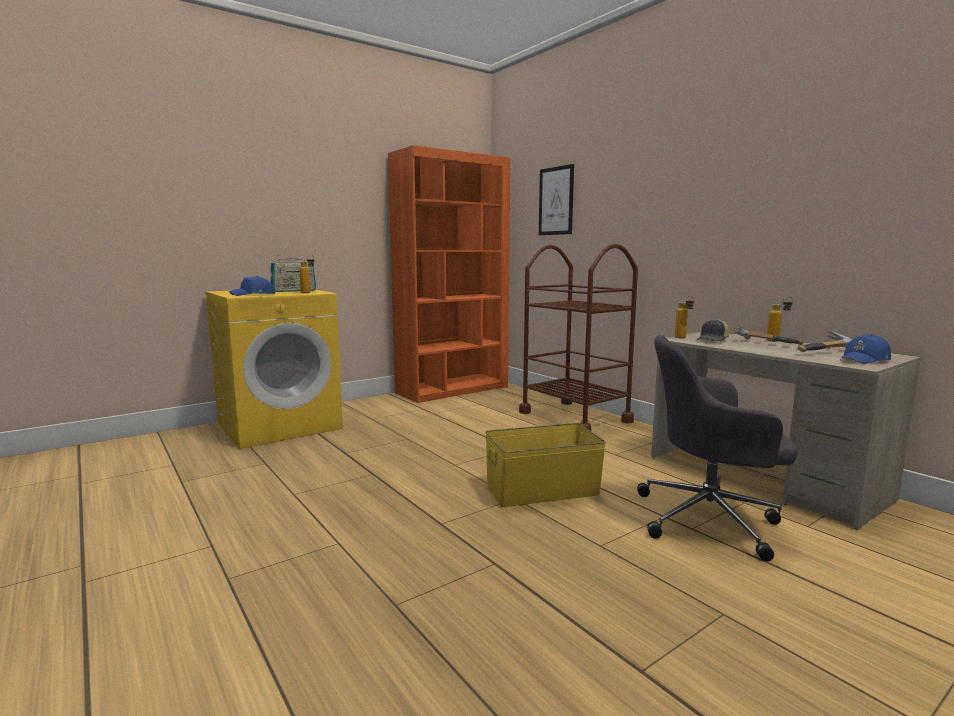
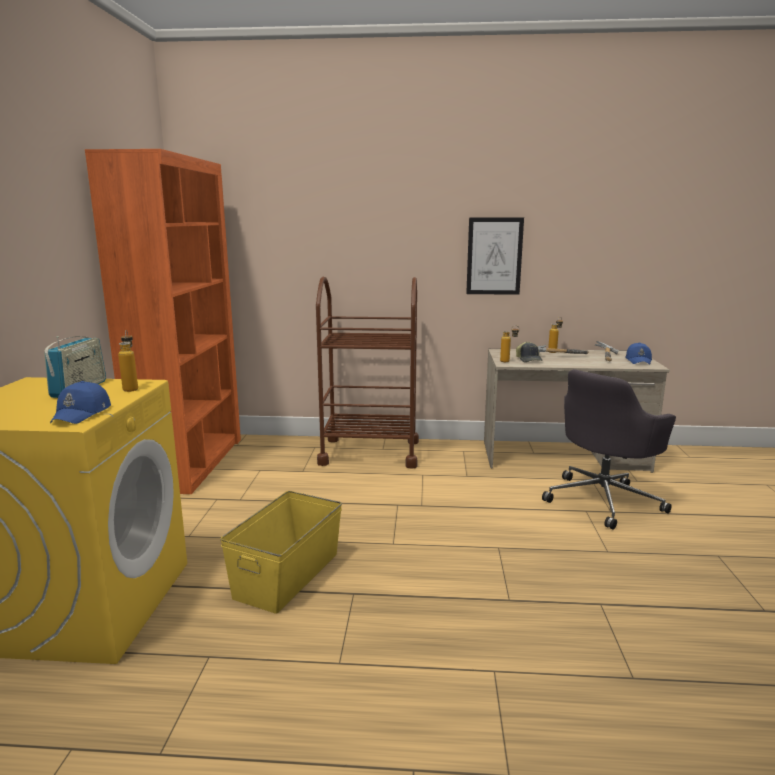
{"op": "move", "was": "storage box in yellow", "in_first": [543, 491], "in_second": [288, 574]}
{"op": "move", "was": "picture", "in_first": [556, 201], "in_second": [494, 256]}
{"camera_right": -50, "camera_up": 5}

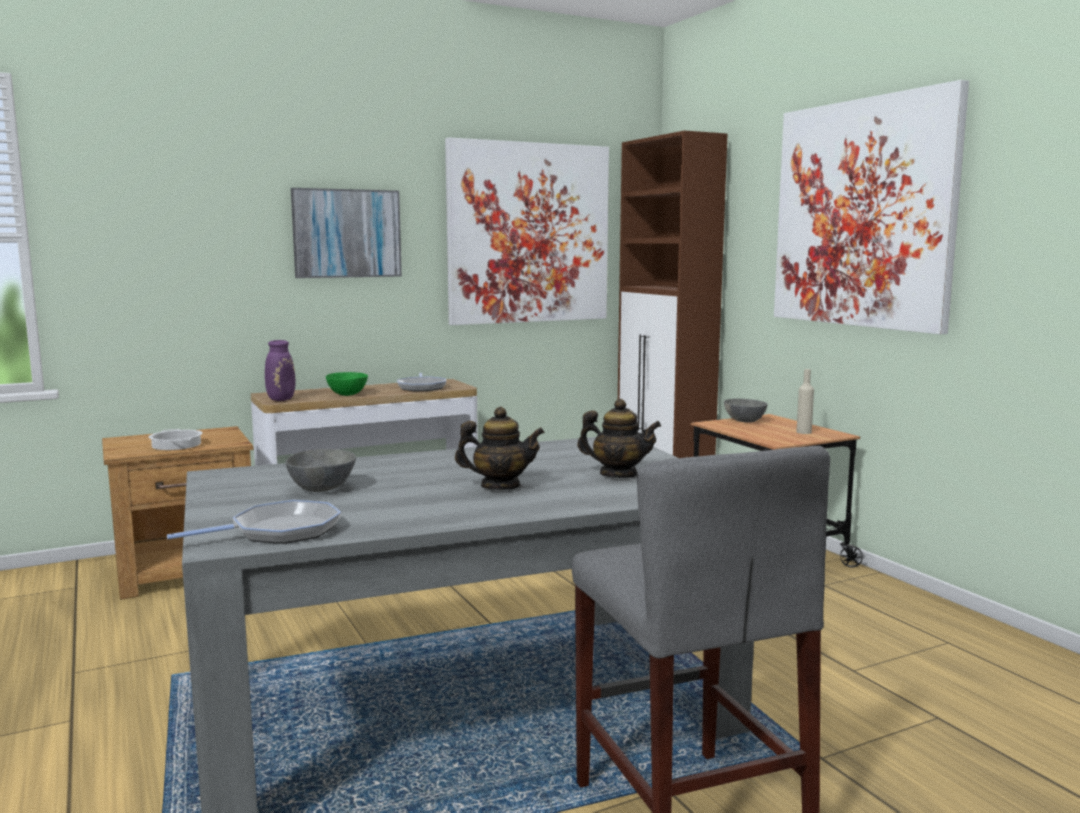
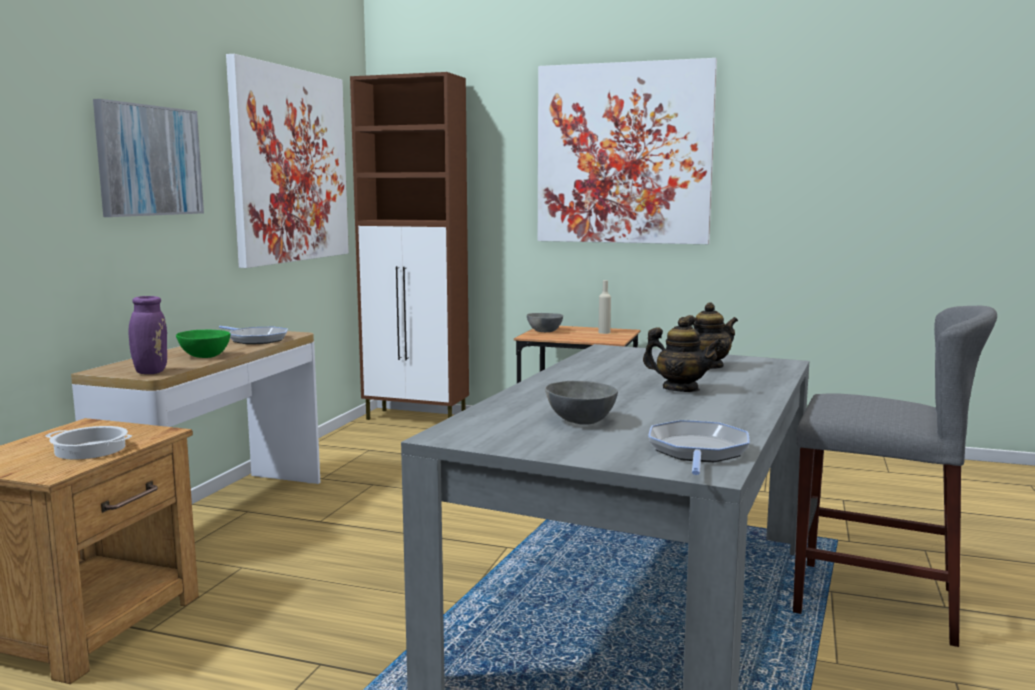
{"op": "rotate", "was": "teapot", "in_first": [500, 486], "in_second": [680, 389], "clockwise": 75}
{"camera_right": -45, "camera_up": 0}

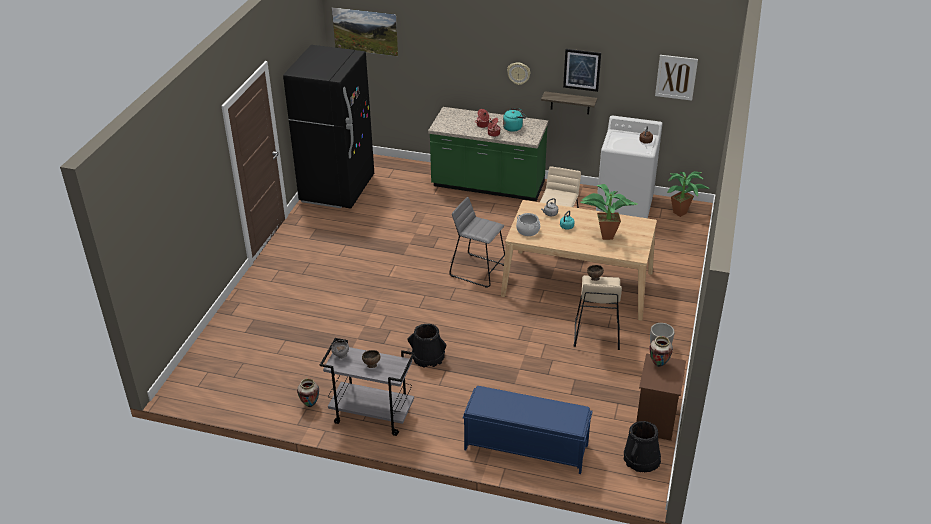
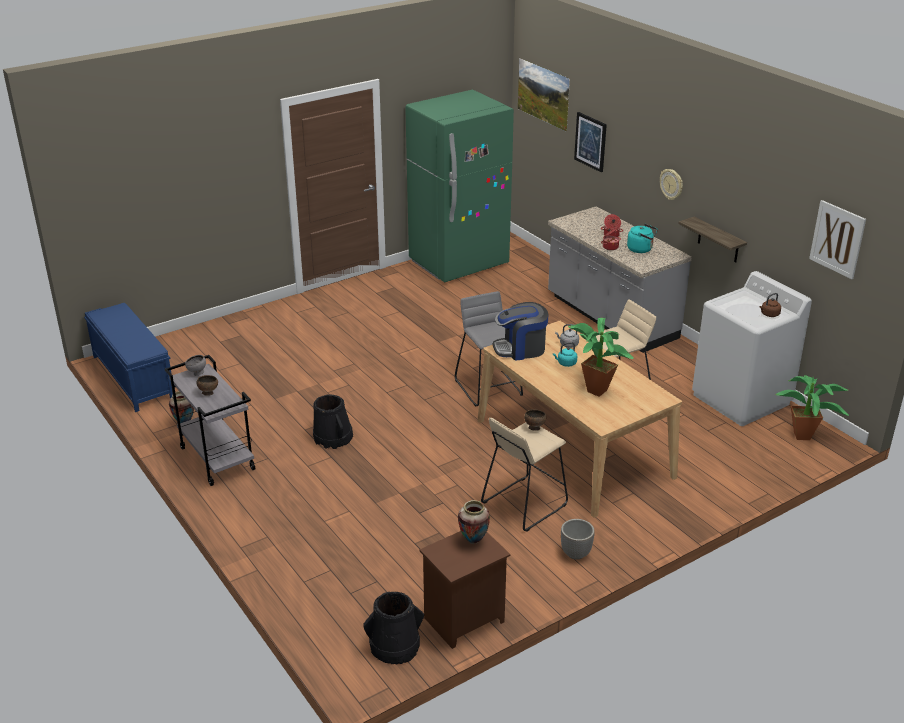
{"op": "move", "was": "bench in blue", "in_first": [525, 447], "in_second": [133, 377]}
{"op": "recolor", "was": "fridge in black", "now": "fridge in green", "in_first": [337, 189], "in_second": [459, 263]}
{"op": "replace", "was": "cooking pot", "now": "coffee machine", "in_first": [528, 230], "in_second": [520, 349]}
{"op": "recolor", "was": "counter in green", "now": "counter in grey", "in_first": [488, 186], "in_second": [610, 318]}
{"op": "move", "was": "picture", "in_first": [582, 69], "in_second": [590, 141]}
{"camera_right": 40, "camera_up": -5}

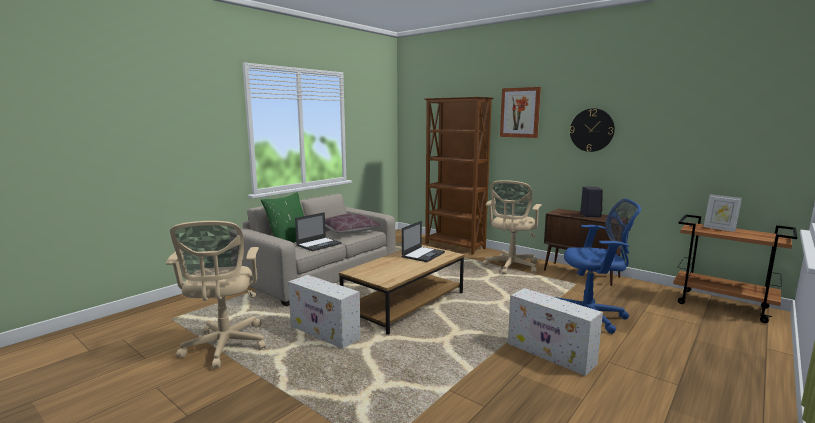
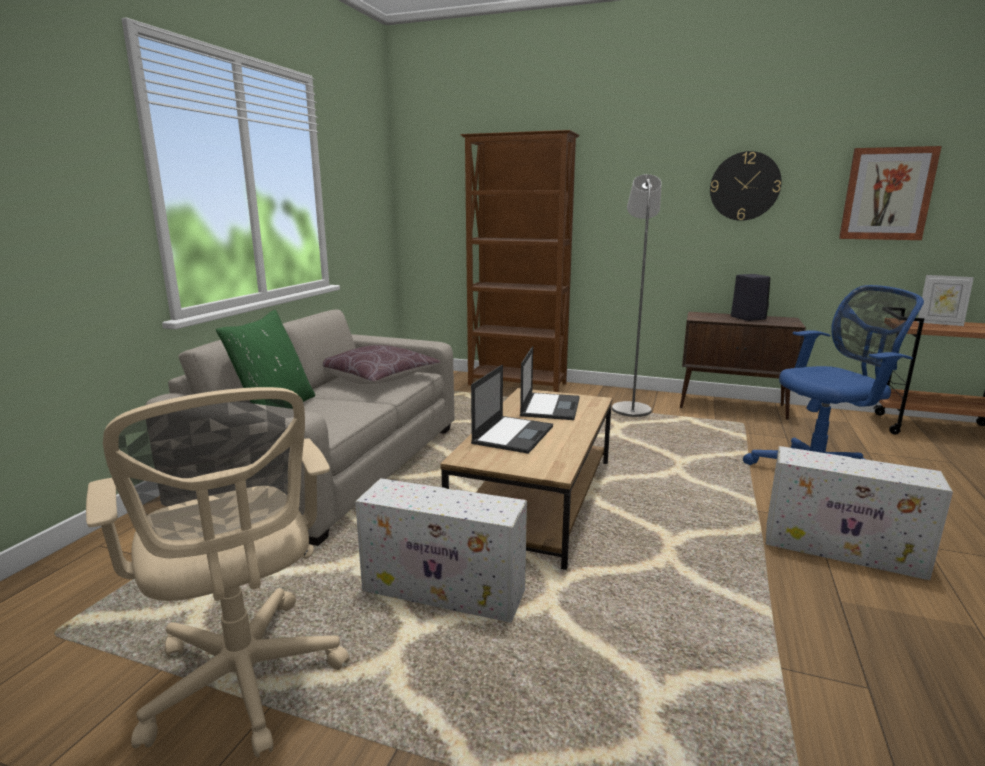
{"op": "move", "was": "laptop", "in_first": [319, 244], "in_second": [513, 434]}
{"op": "replace", "was": "office chair in beige", "now": "floor lamp in grey", "in_first": [511, 267], "in_second": [630, 408]}
{"op": "move", "was": "picture", "in_first": [520, 112], "in_second": [887, 194]}
{"camera_right": -20, "camera_up": 5}

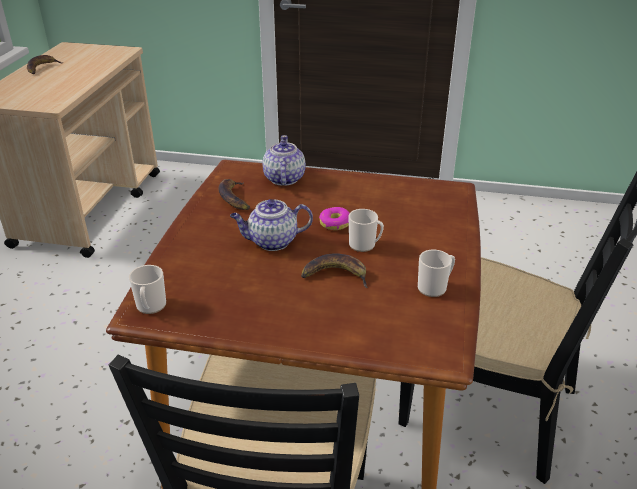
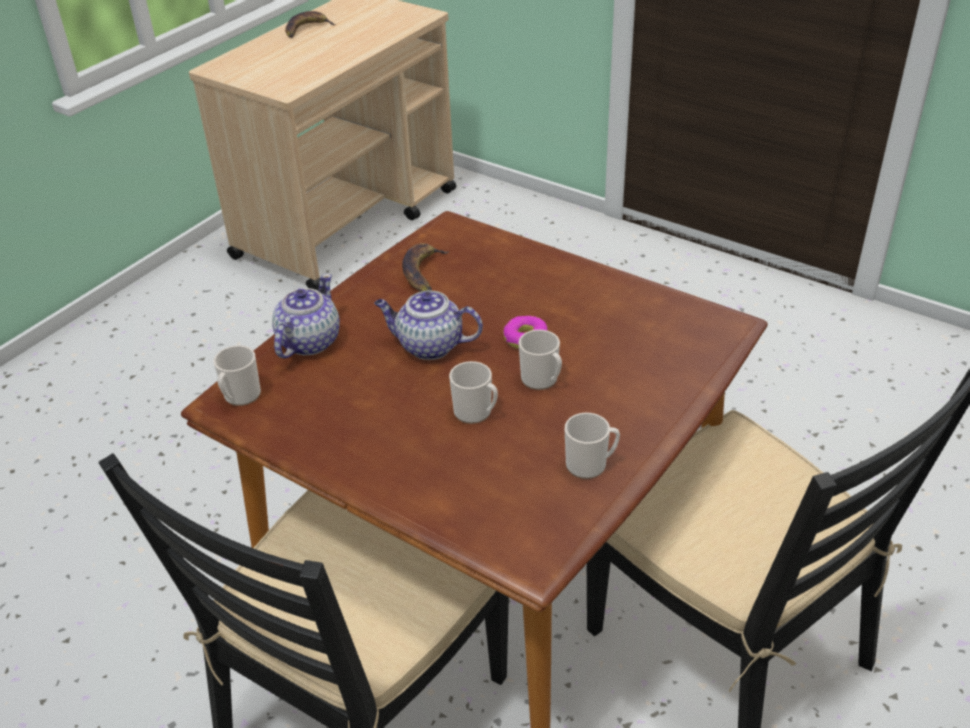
{"op": "move", "was": "teapot", "in_first": [283, 179], "in_second": [308, 342]}
{"op": "replace", "was": "banana", "now": "mug", "in_first": [335, 275], "in_second": [476, 413]}
{"camera_right": 25, "camera_up": 5}

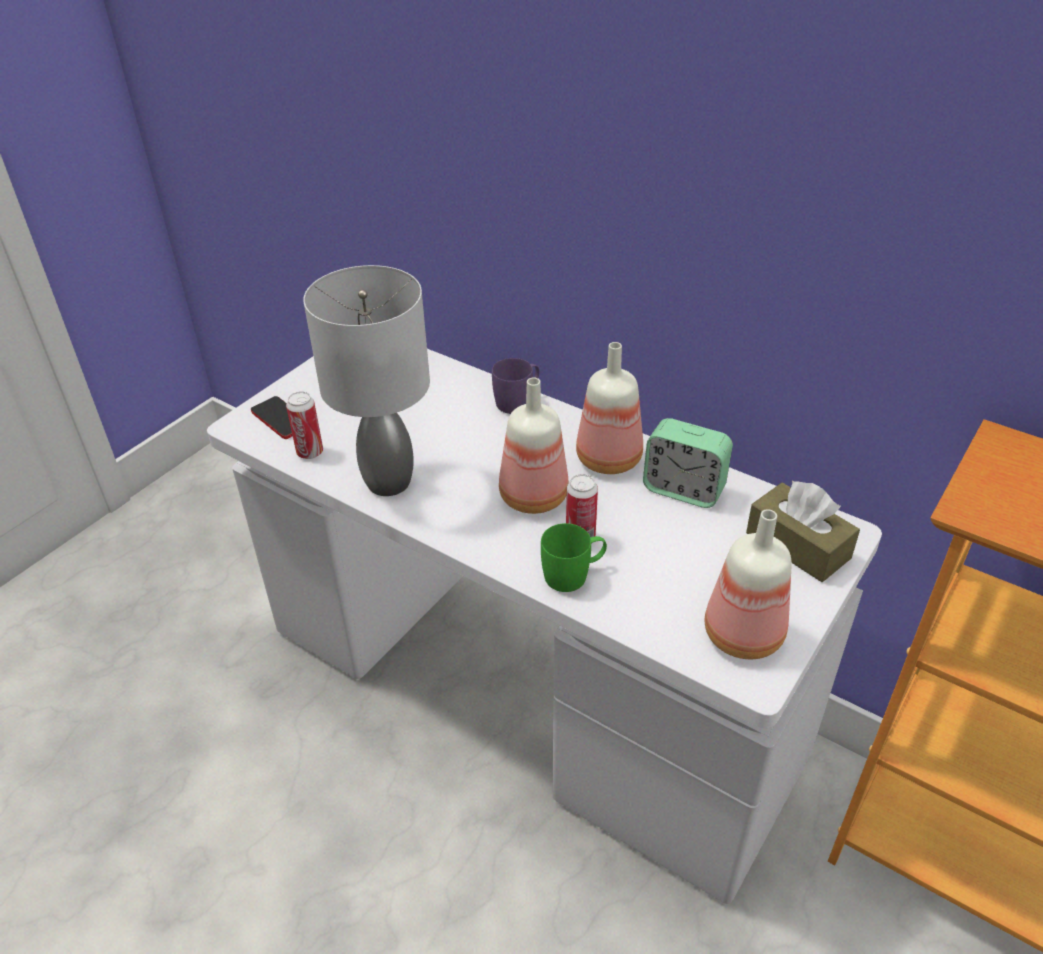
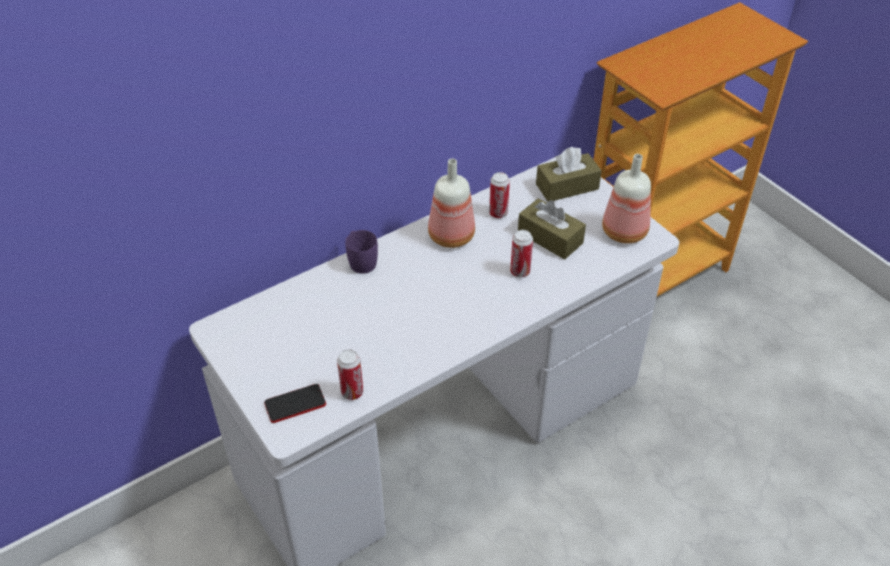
{"op": "replace", "was": "alarm clock", "now": "can", "in_first": [683, 489], "in_second": [498, 213]}
{"op": "insert", "now": "tissue box in brown", "in_second": [550, 238]}
{"op": "delete", "was": "table lamp in grey", "in_first": [390, 481]}
{"op": "delete", "was": "bottle", "in_first": [531, 497]}
{"op": "delete", "was": "mug in green", "in_first": [574, 574]}
{"camera_right": -70, "camera_up": 5}

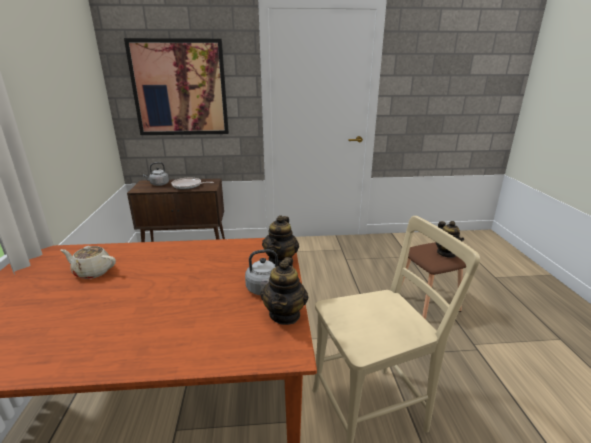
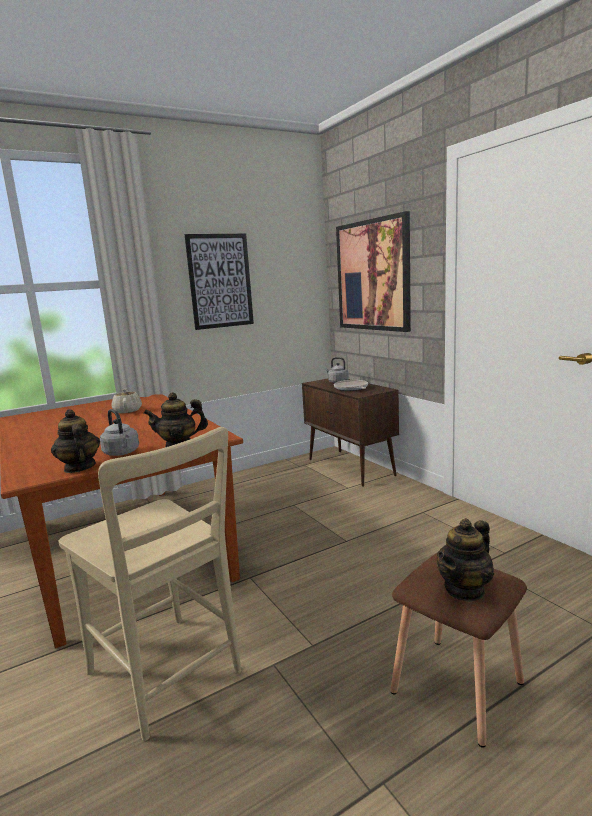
{"op": "rotate", "was": "teapot", "in_first": [285, 314], "in_second": [79, 467], "clockwise": 75}
{"op": "insert", "now": "picture", "in_second": [220, 281]}
{"camera_right": 65, "camera_up": -10}

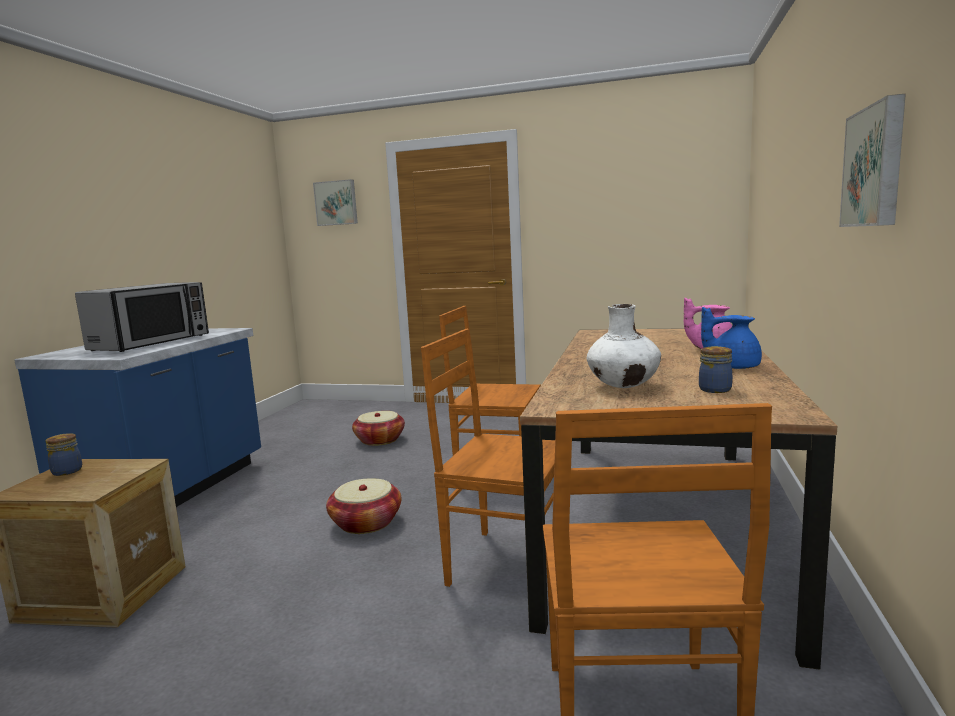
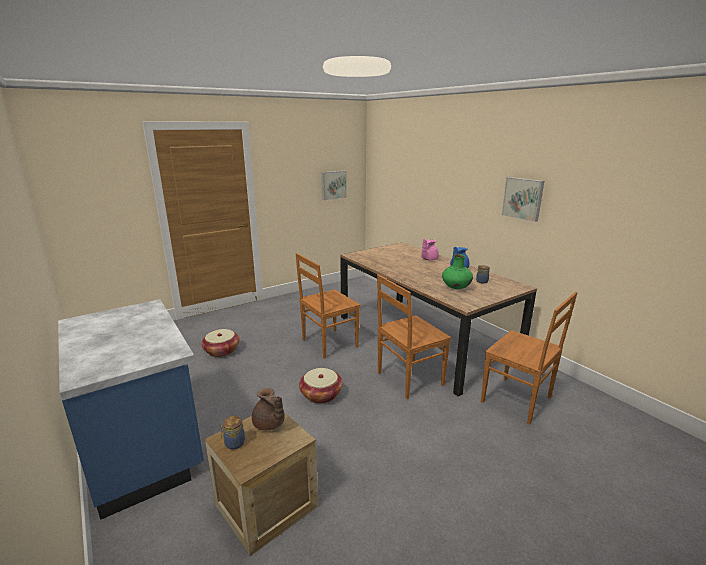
{"op": "insert", "now": "teapot in brown", "in_second": [269, 424]}
{"op": "move", "was": "picture", "in_first": [336, 203], "in_second": [333, 185]}
{"op": "recolor", "was": "vase in white", "now": "vase in green", "in_first": [623, 386], "in_second": [456, 288]}
{"op": "delete", "was": "microwave", "in_first": [152, 342]}
{"camera_right": -50, "camera_up": 10}

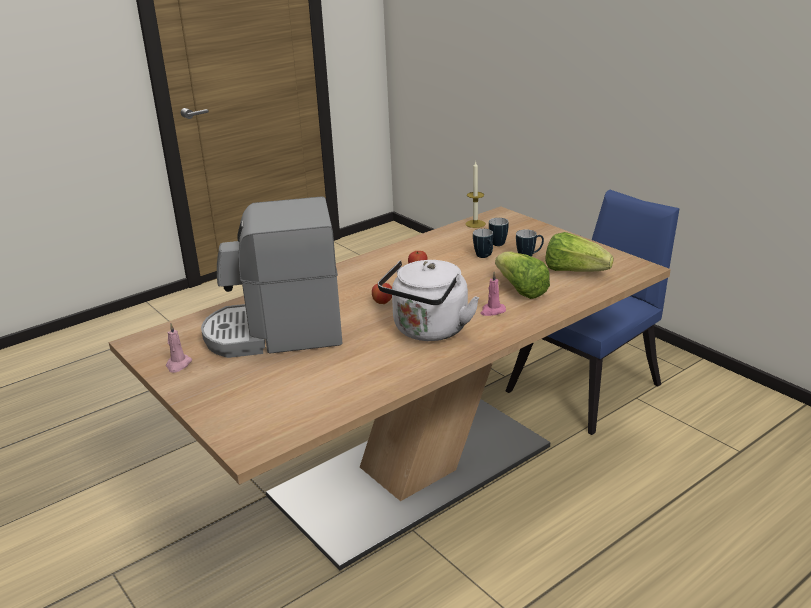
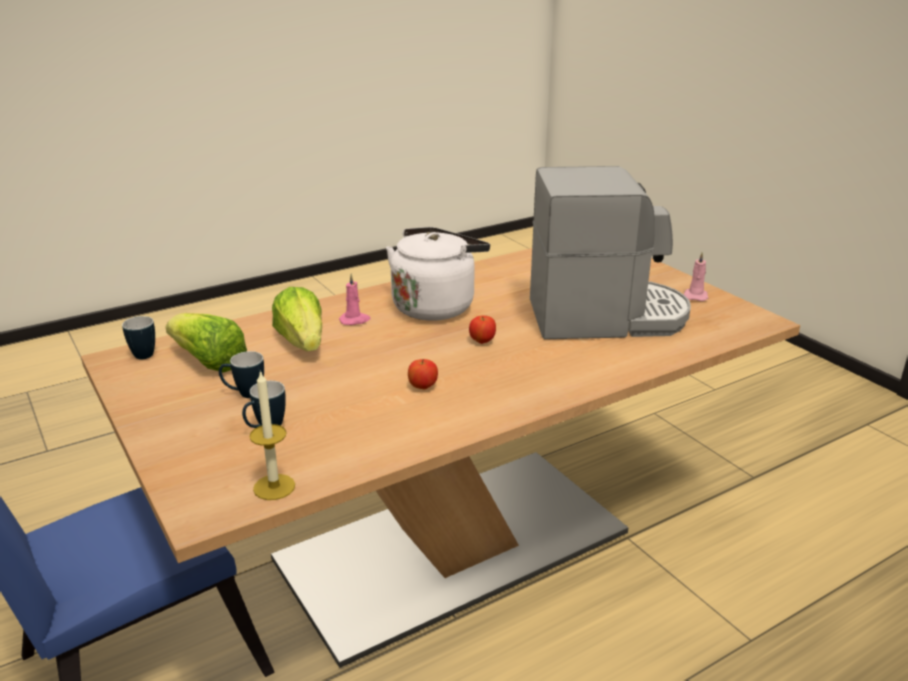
{"op": "move", "was": "mug", "in_first": [484, 257], "in_second": [143, 353]}
{"camera_right": -175, "camera_up": 0}

